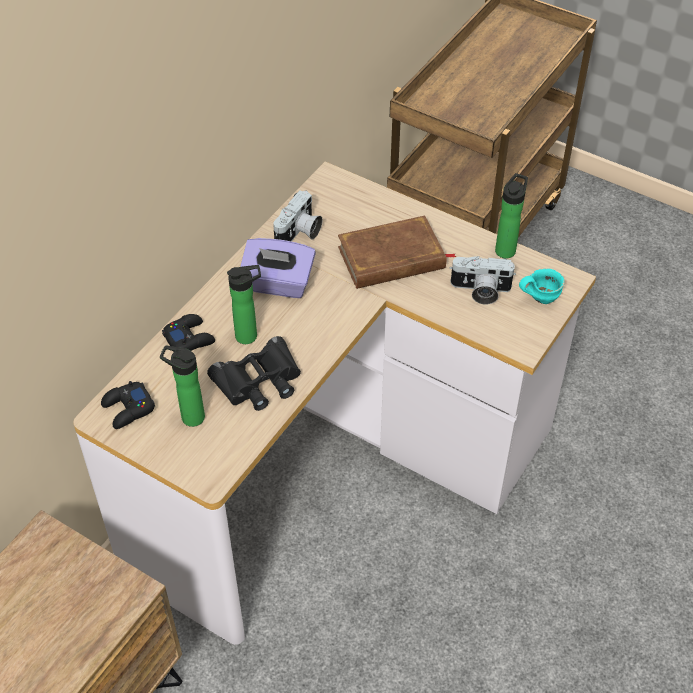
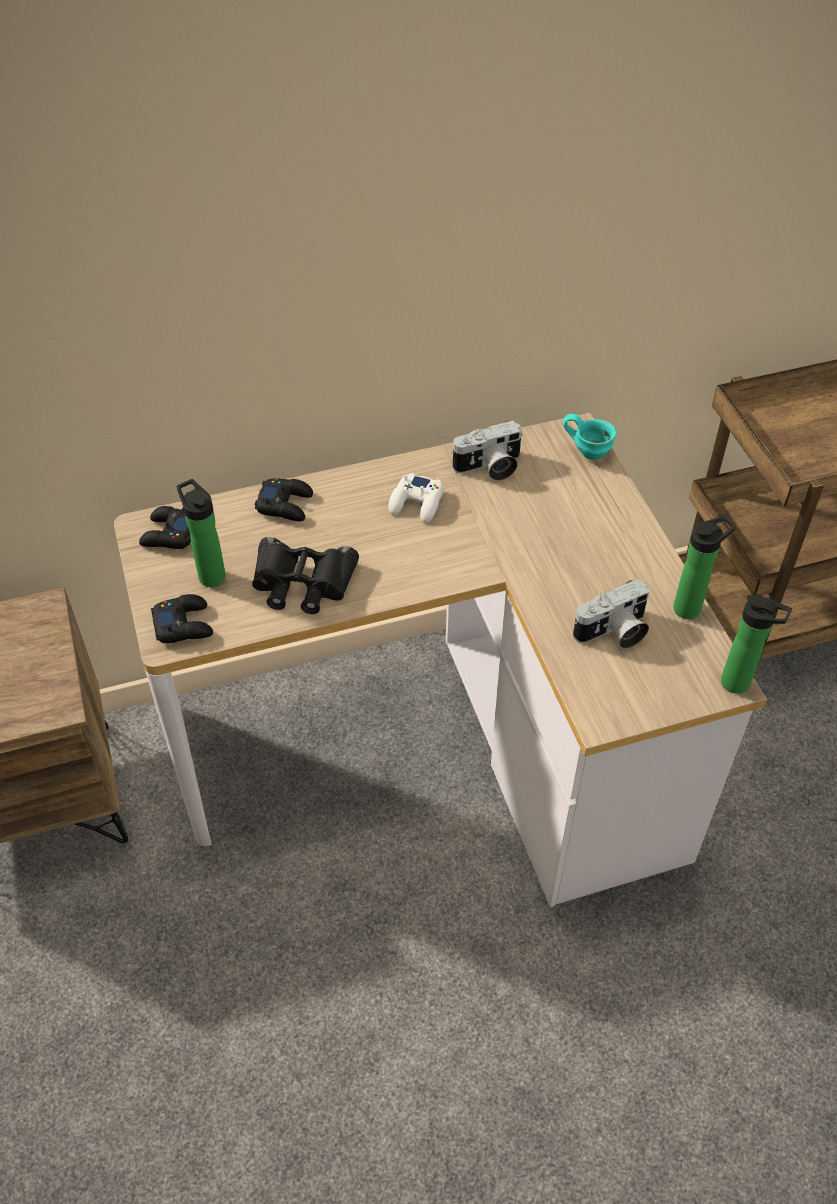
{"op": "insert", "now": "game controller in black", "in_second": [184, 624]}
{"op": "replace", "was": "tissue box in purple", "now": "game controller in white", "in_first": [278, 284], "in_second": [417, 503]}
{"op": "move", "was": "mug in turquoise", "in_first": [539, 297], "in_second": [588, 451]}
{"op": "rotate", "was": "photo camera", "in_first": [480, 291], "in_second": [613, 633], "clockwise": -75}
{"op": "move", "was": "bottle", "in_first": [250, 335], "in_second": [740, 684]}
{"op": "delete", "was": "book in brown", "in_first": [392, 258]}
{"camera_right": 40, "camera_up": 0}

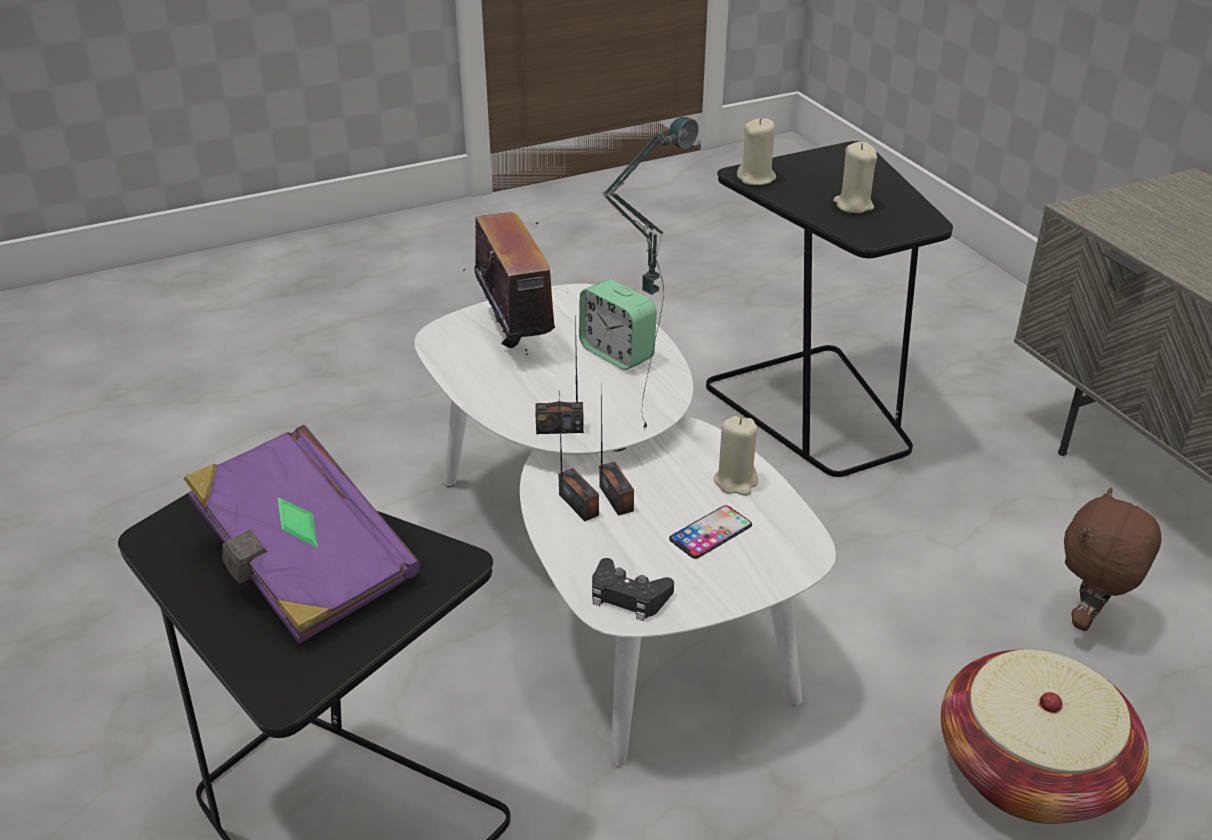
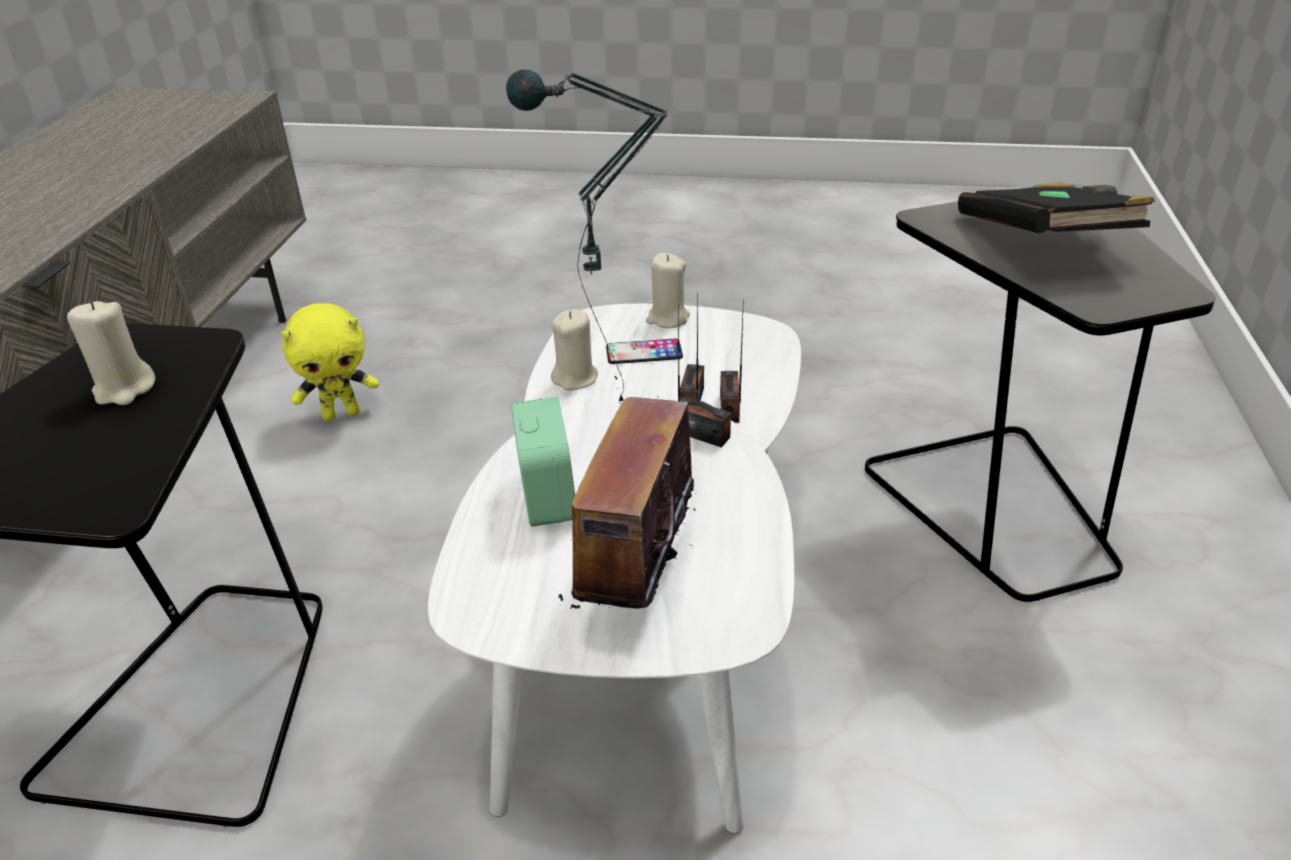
{"op": "recolor", "was": "plush toy in brown", "now": "plush toy in yellow", "in_first": [1088, 619], "in_second": [341, 414]}
{"op": "move", "was": "candle in beige", "in_first": [756, 178], "in_second": [667, 319]}
{"op": "recolor", "was": "book in purple", "now": "book in black", "in_first": [304, 565], "in_second": [1044, 242]}
{"op": "delete", "was": "game controller in black", "in_first": [628, 596]}
{"op": "delete", "was": "basket", "in_first": [1029, 770]}
{"camera_right": -145, "camera_up": 0}

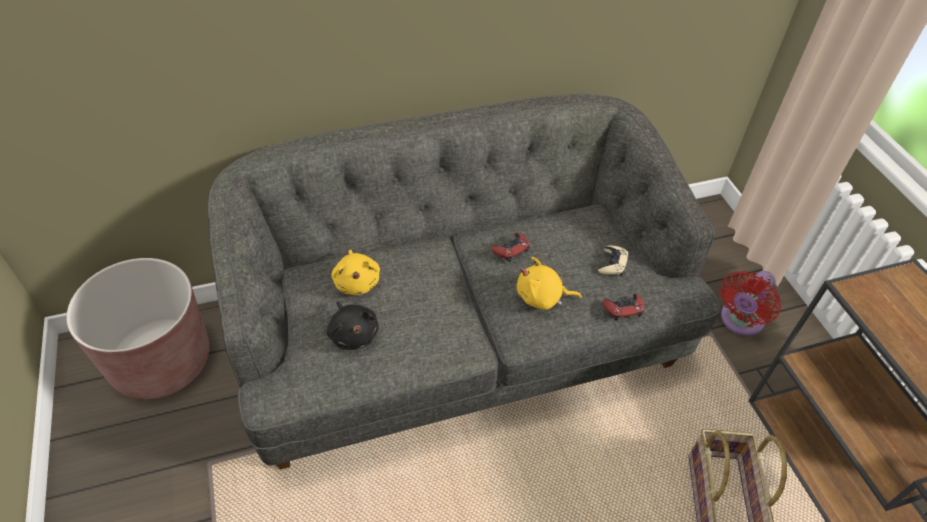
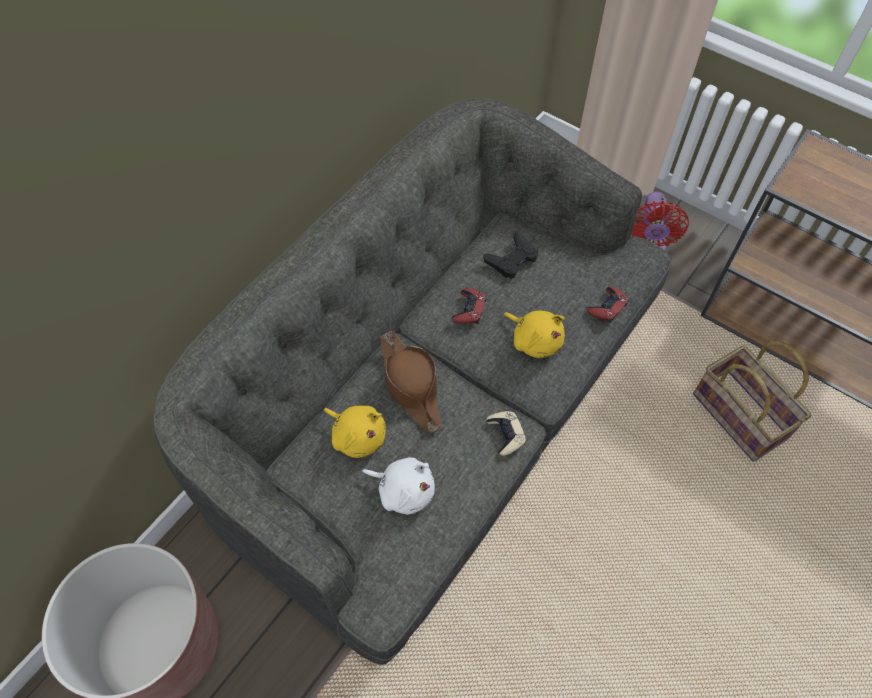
{"op": "recolor", "was": "plush toy in black", "now": "plush toy in white", "in_first": [353, 334], "in_second": [403, 490]}
{"op": "insert", "now": "hat in brown", "in_second": [411, 385]}
{"op": "insert", "now": "game controller in black", "in_second": [512, 259]}
{"op": "move", "was": "game controller in beige", "in_first": [612, 264], "in_second": [506, 434]}
{"op": "rotate", "was": "plush toy in yellow", "in_first": [542, 297], "in_second": [535, 340], "clockwise": -105}
{"camera_right": -35, "camera_up": 10}

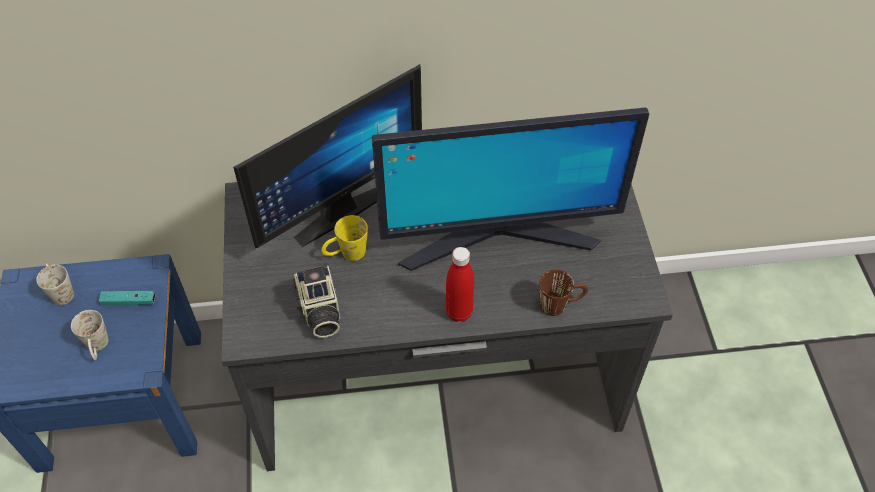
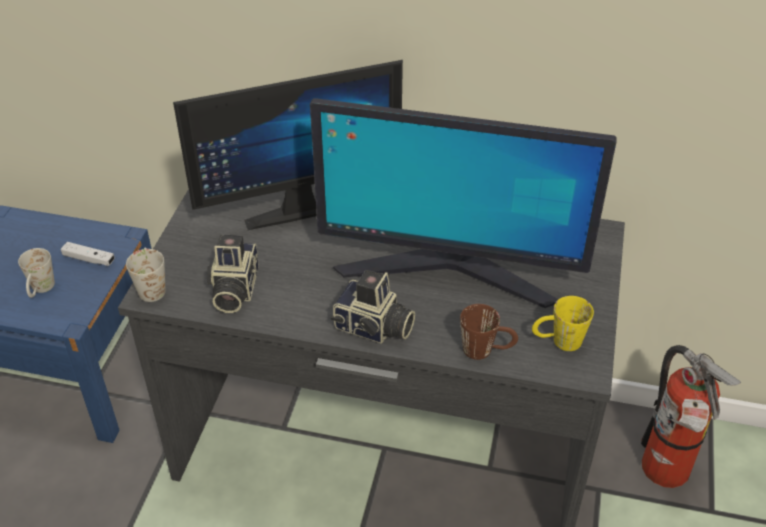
{"op": "recolor", "was": "game controller in turquoise", "now": "game controller in white", "in_first": [129, 302], "in_second": [89, 259]}
{"op": "move", "was": "mug in white", "in_first": [60, 291], "in_second": [151, 286]}
{"op": "replace", "was": "bottle in red", "now": "photo camera", "in_first": [459, 312], "in_second": [373, 328]}
{"op": "move", "was": "mug in yellow", "in_first": [346, 254], "in_second": [558, 342]}
{"op": "insert", "now": "fire extinguisher", "in_second": [666, 474]}
{"camera_right": 20, "camera_up": -10}

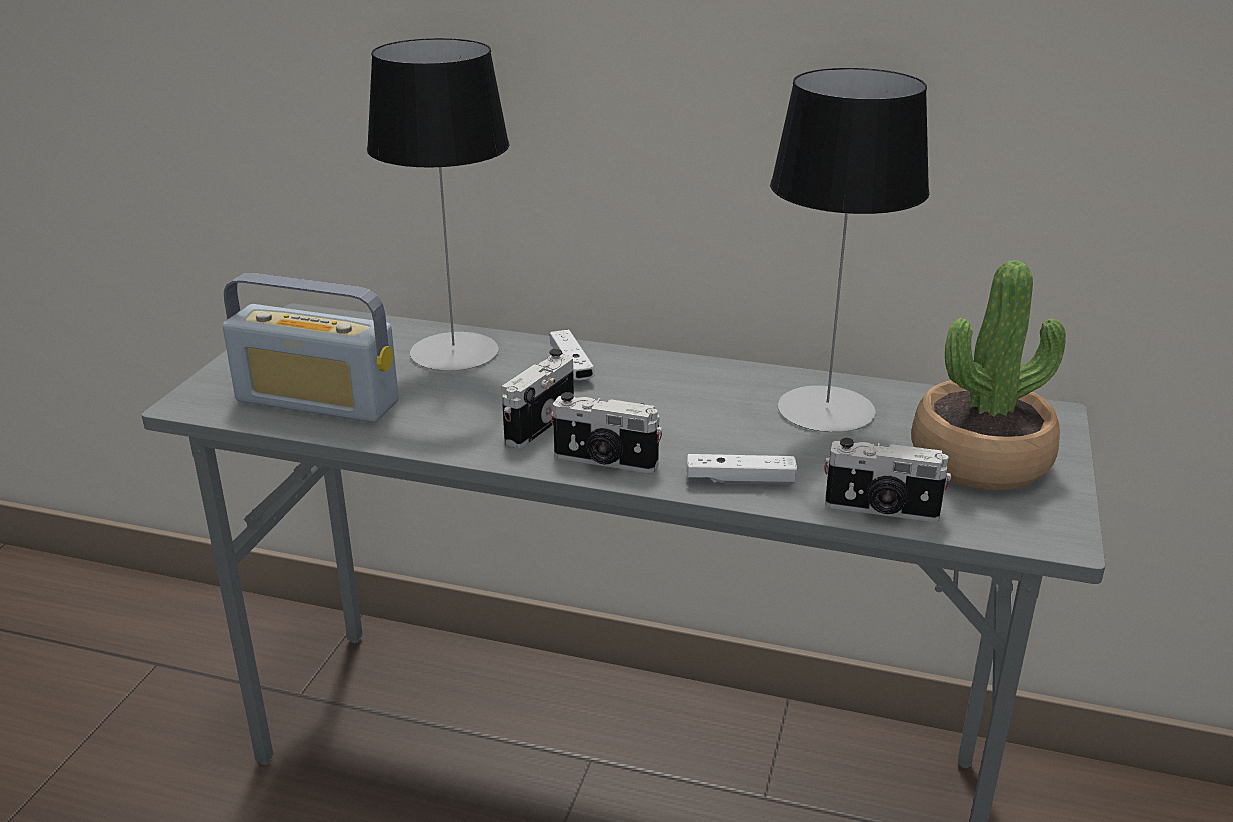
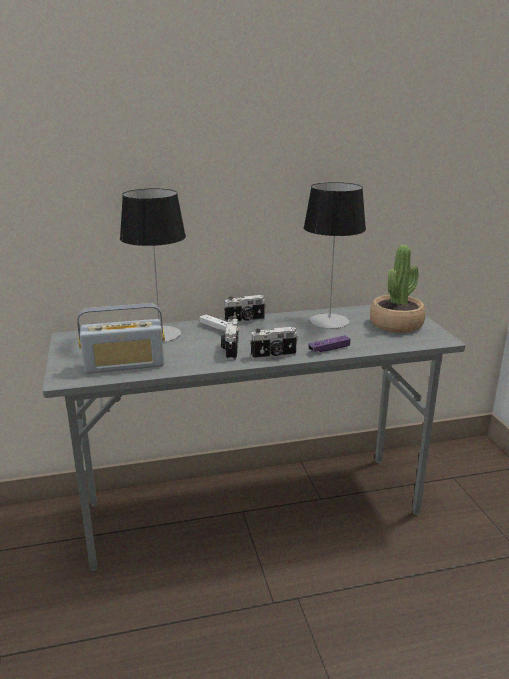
{"op": "move", "was": "photo camera", "in_first": [881, 510], "in_second": [245, 321]}
{"op": "recolor", "was": "game controller in white", "now": "game controller in purple", "in_first": [740, 480], "in_second": [329, 349]}
{"camera_right": -30, "camera_up": -5}

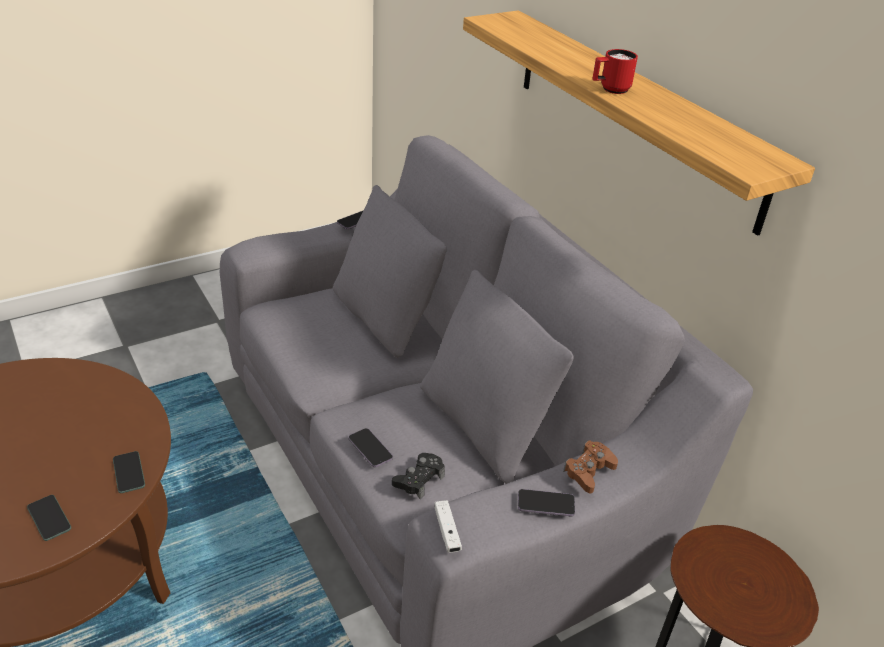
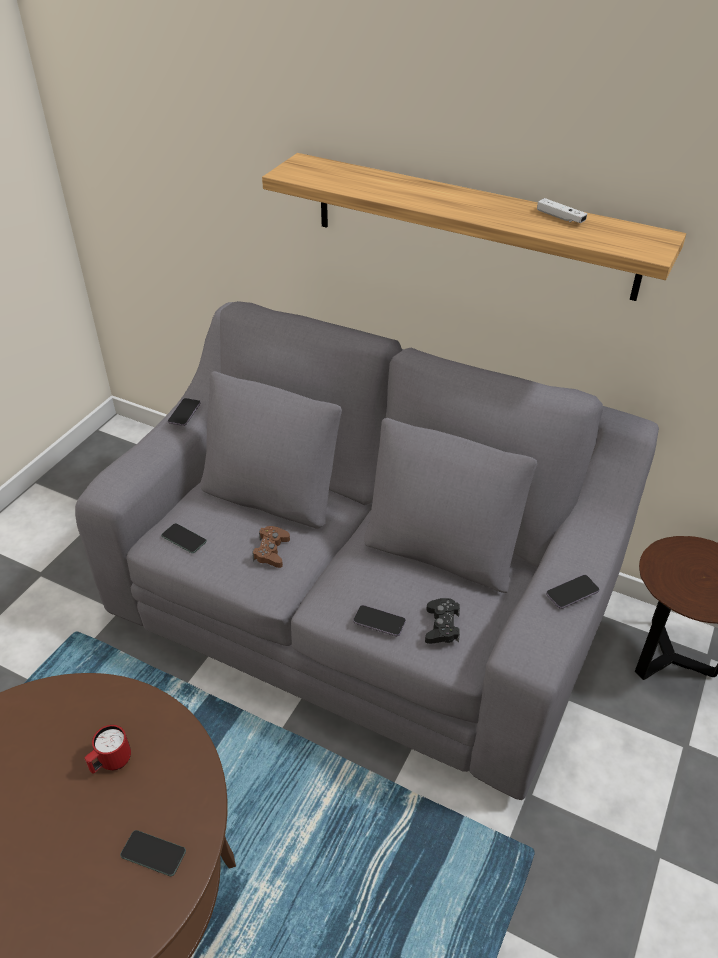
{"op": "move", "was": "mug in red", "in_first": [610, 89], "in_second": [111, 763]}
{"op": "move", "was": "phone", "in_first": [129, 472], "in_second": [184, 539]}
{"op": "move", "was": "game controller in brown", "in_first": [589, 471], "in_second": [271, 551]}
{"op": "move", "was": "game controller in white", "in_first": [447, 531], "in_second": [560, 217]}
{"camera_right": -30, "camera_up": 5}

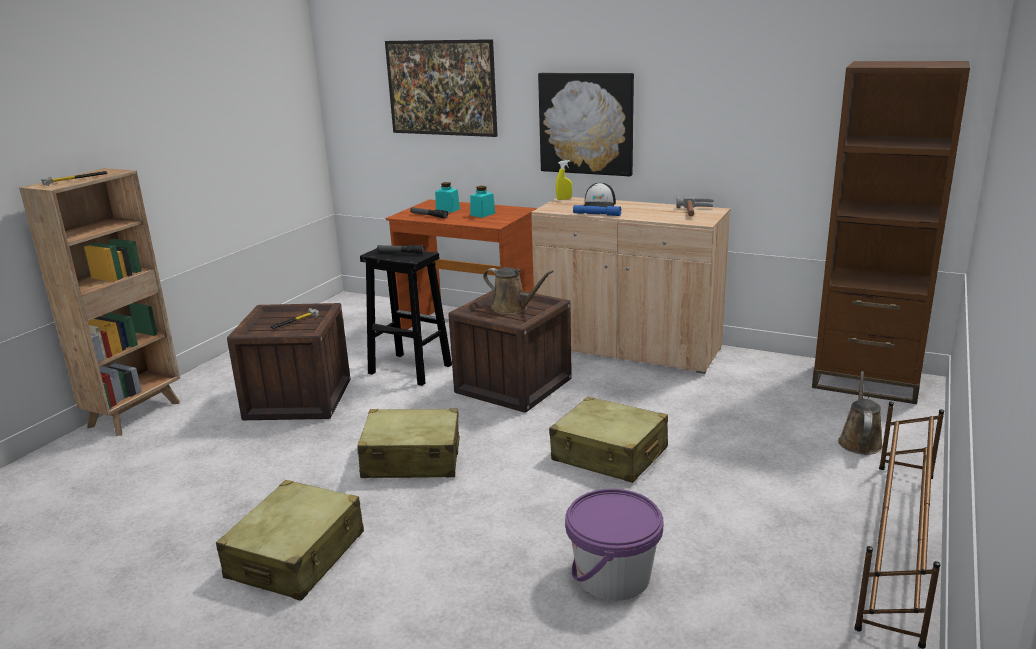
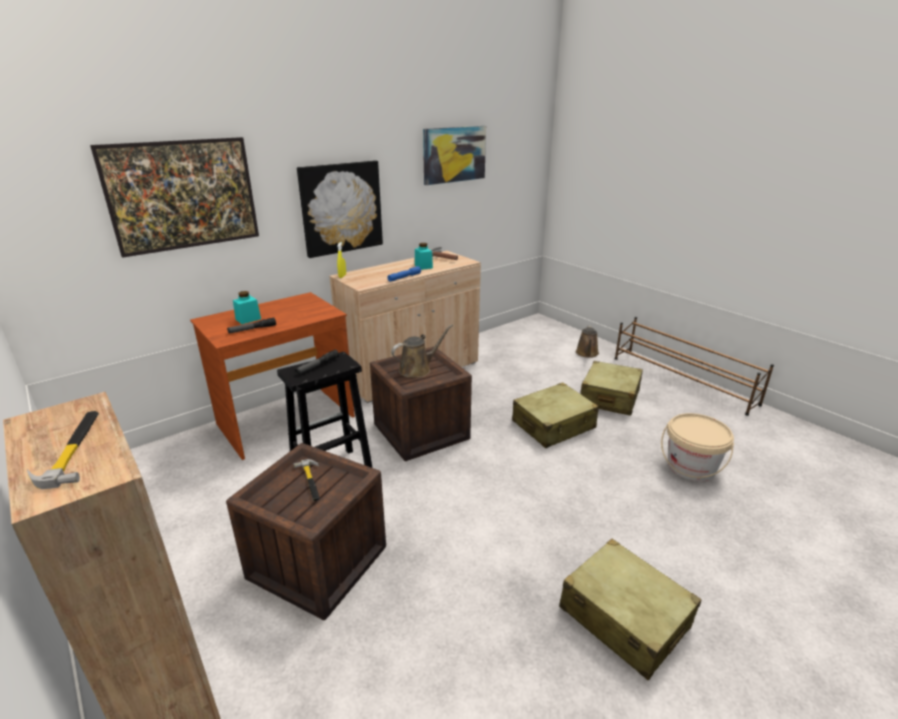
{"op": "move", "was": "jar in turquoise", "in_first": [482, 214], "in_second": [423, 266]}
{"op": "insert", "now": "picture", "in_second": [454, 154]}
{"op": "rotate", "was": "watering can in brown", "in_first": [859, 441], "in_second": [587, 354], "clockwise": -120}
{"op": "move", "was": "suitcase in beige", "in_first": [411, 459], "in_second": [609, 398]}
{"op": "recolor", "was": "bucket in purple", "now": "bucket in beige", "in_first": [613, 576], "in_second": [691, 467]}
{"op": "delete", "was": "cap", "in_first": [599, 205]}
{"op": "delete", "was": "bookcase in brown", "in_first": [866, 382]}
{"camera_right": -65, "camera_up": 5}

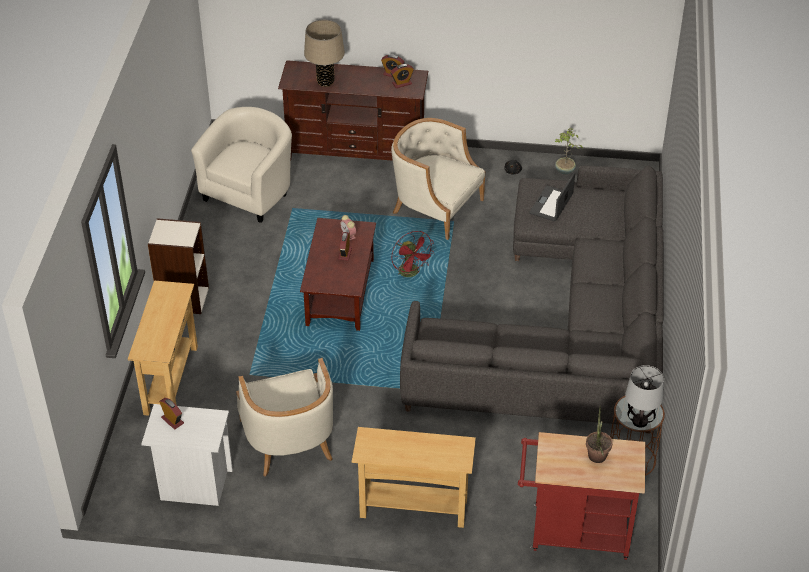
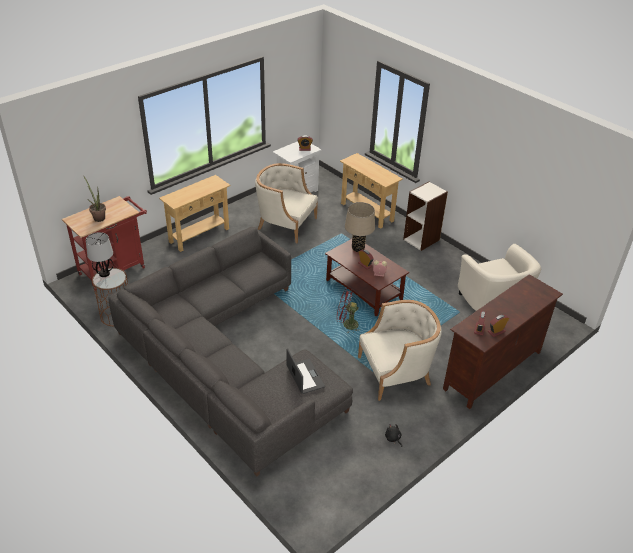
{"op": "move", "was": "table lamp in beige", "in_first": [325, 82], "in_second": [358, 248]}
{"op": "delete", "was": "potted plant", "in_first": [564, 171]}
{"camera_right": 130, "camera_up": -5}

